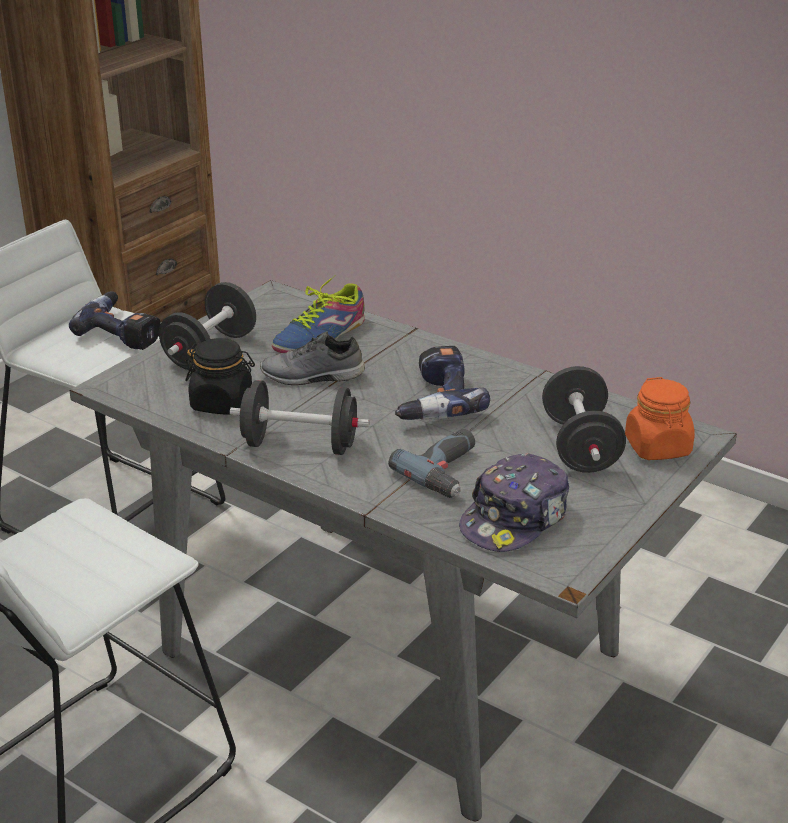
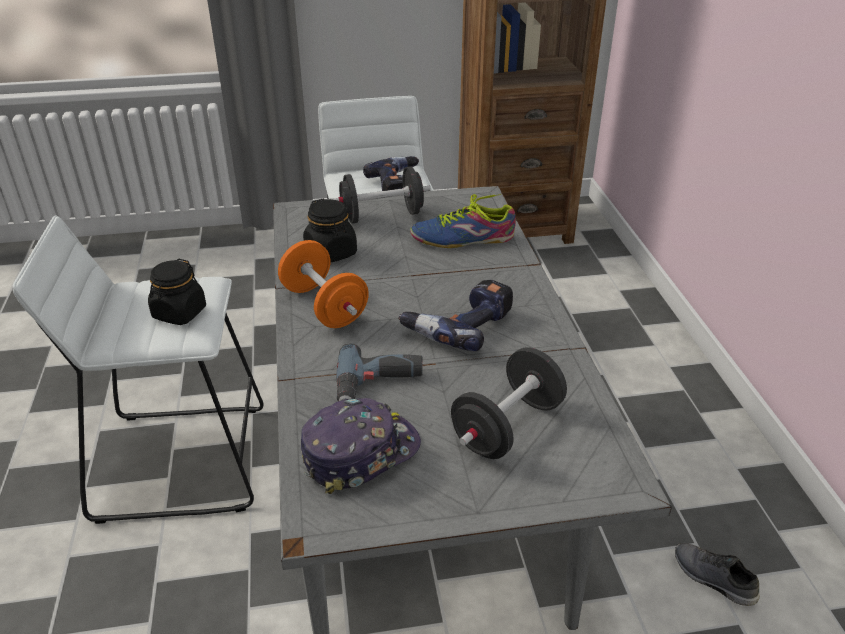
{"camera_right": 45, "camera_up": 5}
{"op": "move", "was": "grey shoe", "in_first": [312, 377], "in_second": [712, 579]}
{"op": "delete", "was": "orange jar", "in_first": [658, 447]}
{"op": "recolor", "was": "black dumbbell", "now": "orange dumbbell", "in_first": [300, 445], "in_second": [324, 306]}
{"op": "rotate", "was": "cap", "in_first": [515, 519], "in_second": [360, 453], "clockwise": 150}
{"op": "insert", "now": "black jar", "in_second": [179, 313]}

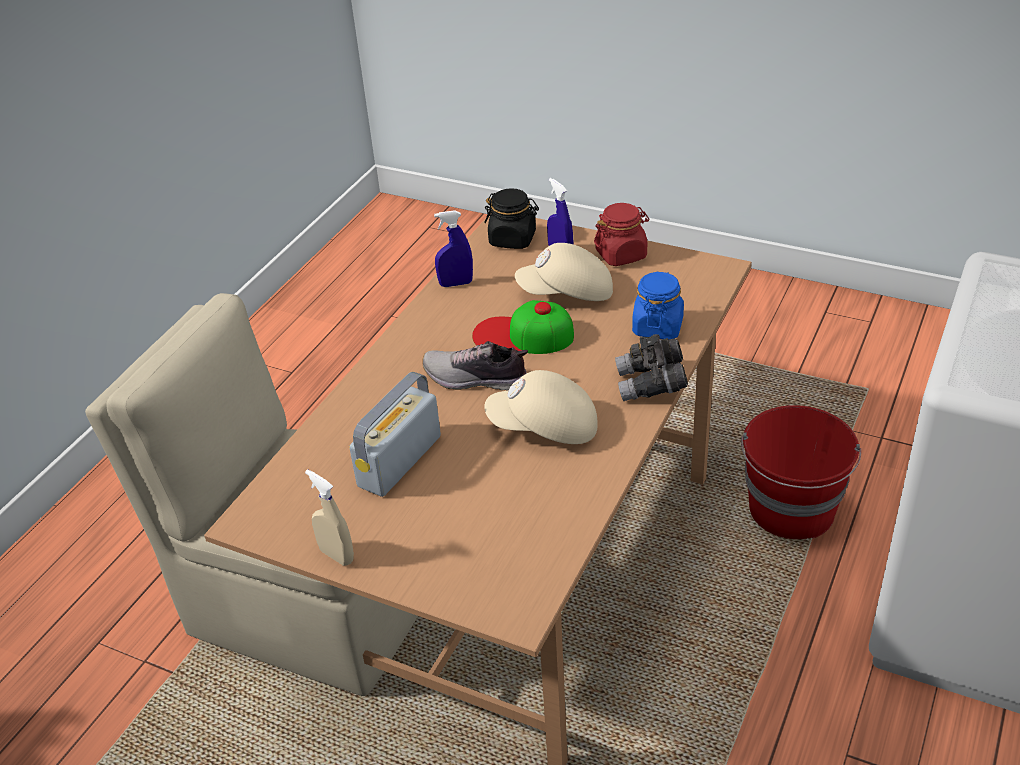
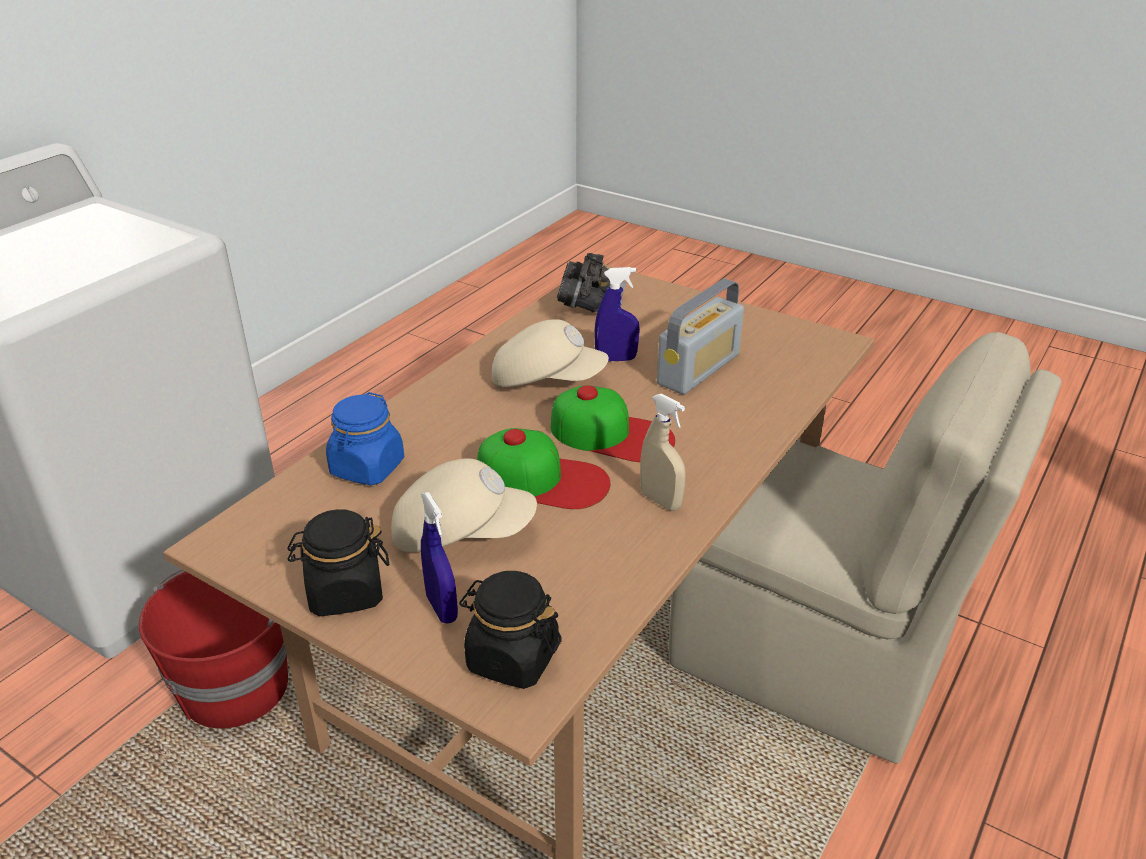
{"camera_right": -175, "camera_up": -5}
{"op": "recolor", "was": "red jar", "now": "black jar", "in_first": [621, 254], "in_second": [345, 592]}
{"op": "move", "was": "blue spray bottle", "in_first": [456, 284], "in_second": [616, 359]}
{"op": "move", "was": "grey binoculars", "in_first": [651, 385], "in_second": [591, 305]}
{"op": "replace", "was": "shoe", "now": "cap", "in_first": [476, 379], "in_second": [612, 434]}
{"op": "move", "was": "beige spray bottle", "in_first": [336, 555], "in_second": [660, 501]}

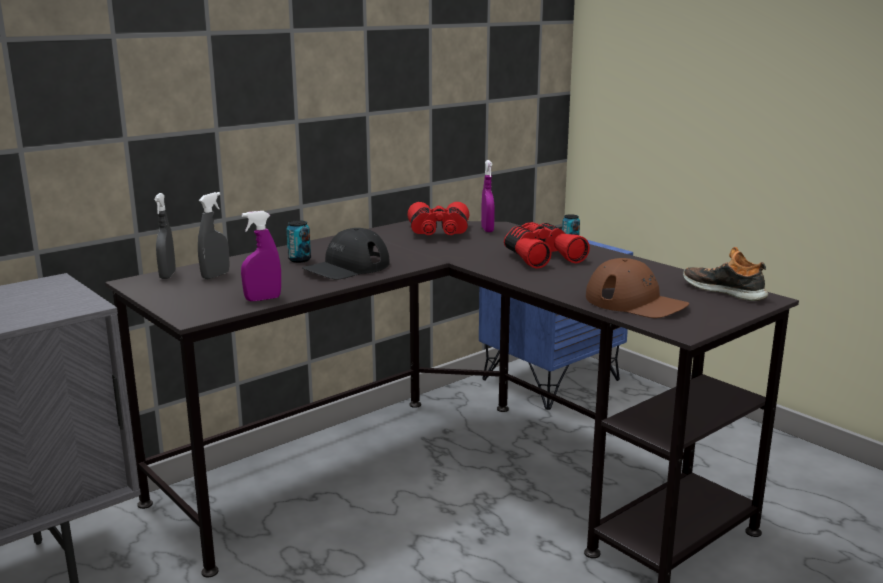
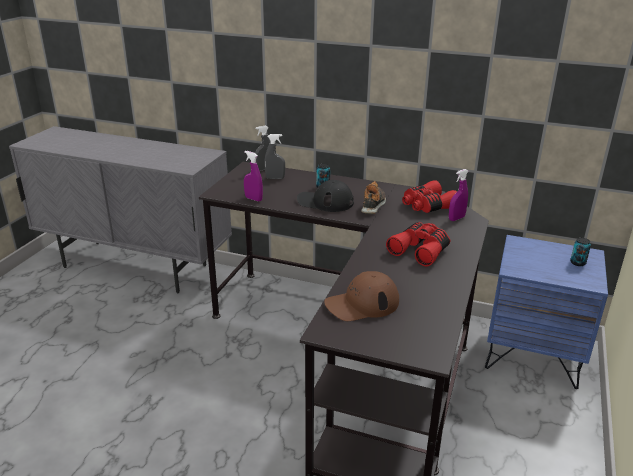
{"camera_right": 60, "camera_up": 10}
{"op": "move", "was": "shoe", "in_first": [724, 291], "in_second": [373, 205]}
{"op": "rotate", "was": "brown cap", "in_first": [636, 302], "in_second": [362, 304], "clockwise": 60}

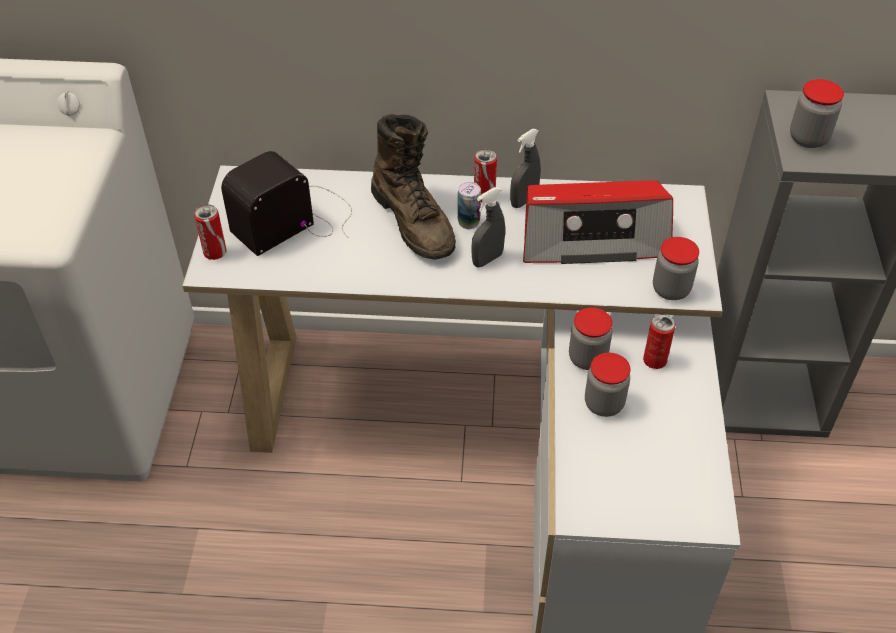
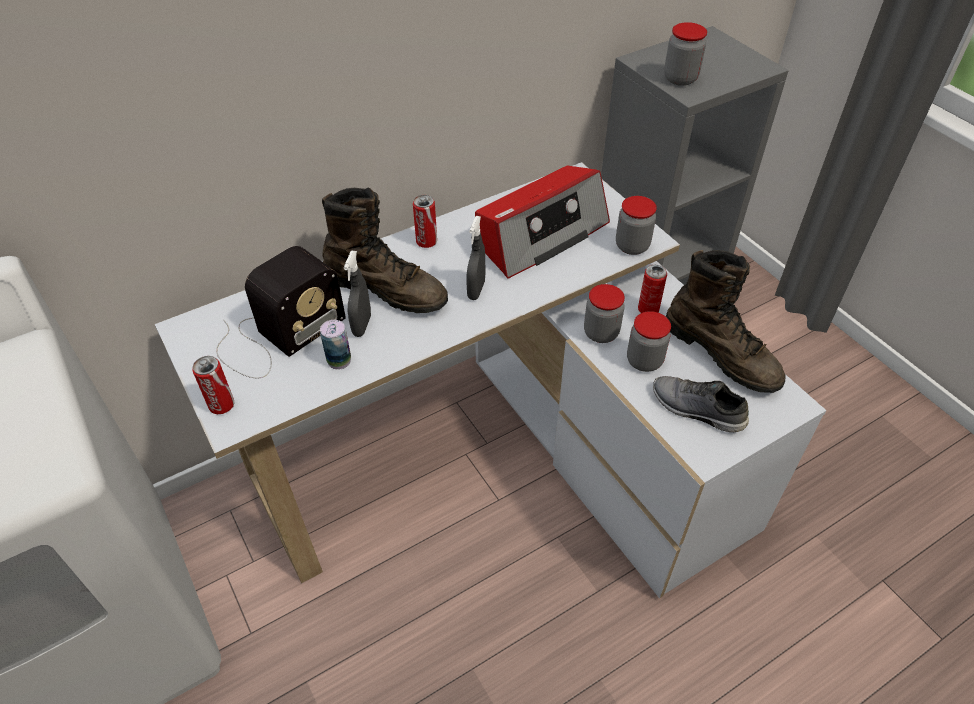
{"camera_right": -35, "camera_up": 0}
{"op": "move", "was": "grey spray bottle", "in_first": [524, 200], "in_second": [362, 326]}
{"op": "rotate", "was": "radio", "in_first": [296, 219], "in_second": [276, 336], "clockwise": -150}
{"op": "move", "was": "can", "in_first": [468, 222], "in_second": [339, 361]}
{"op": "insert", "now": "brown boot", "in_second": [722, 353]}
{"op": "insert", "now": "grey shoe", "in_second": [696, 410]}

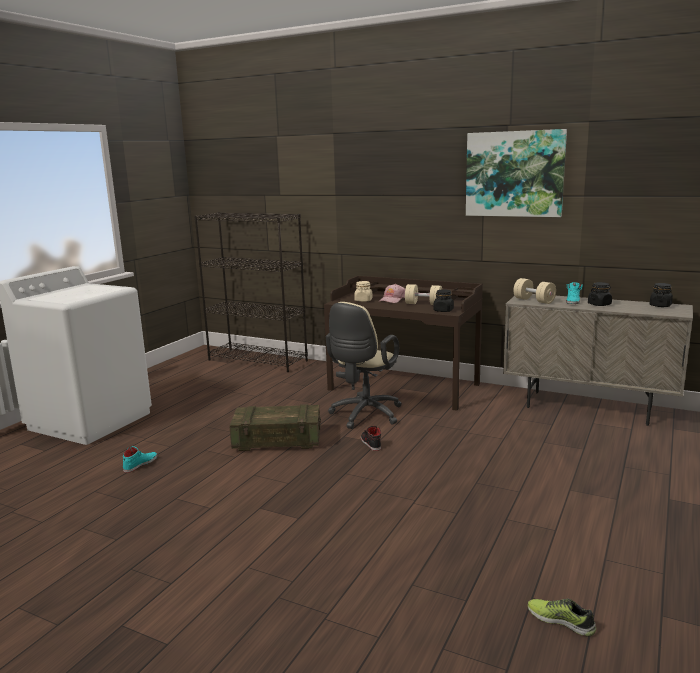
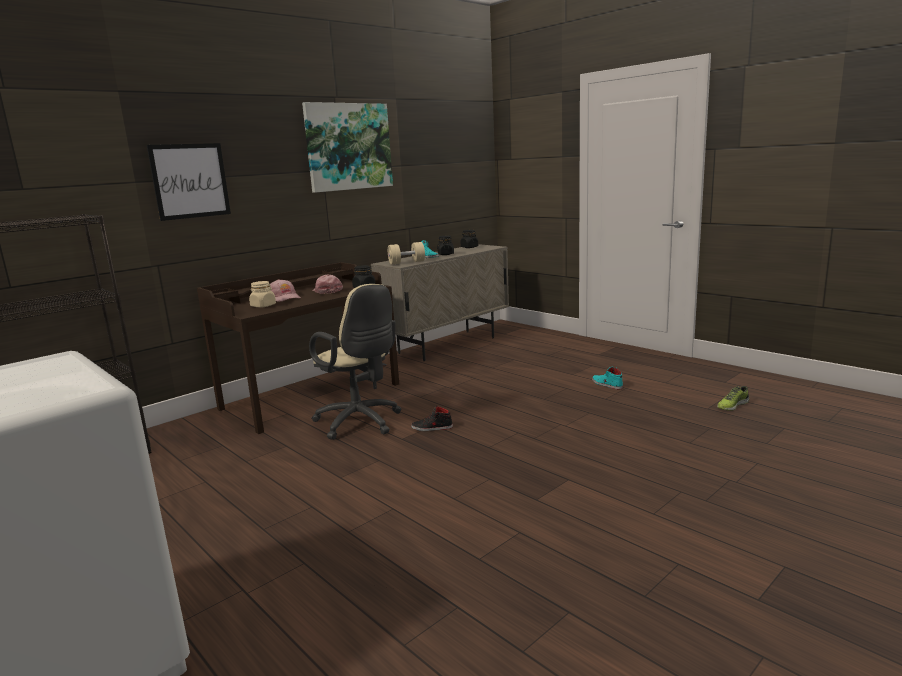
{"camera_right": -70, "camera_up": 0}
{"op": "replace", "was": "beige dumbbell", "now": "pink cap", "in_first": [423, 304], "in_second": [327, 291]}
{"op": "delete", "was": "crate", "in_first": [277, 441]}
{"op": "move", "was": "turquoise shoe", "in_first": [140, 464], "in_second": [606, 384]}
{"op": "insert", "now": "picture", "in_second": [190, 181]}

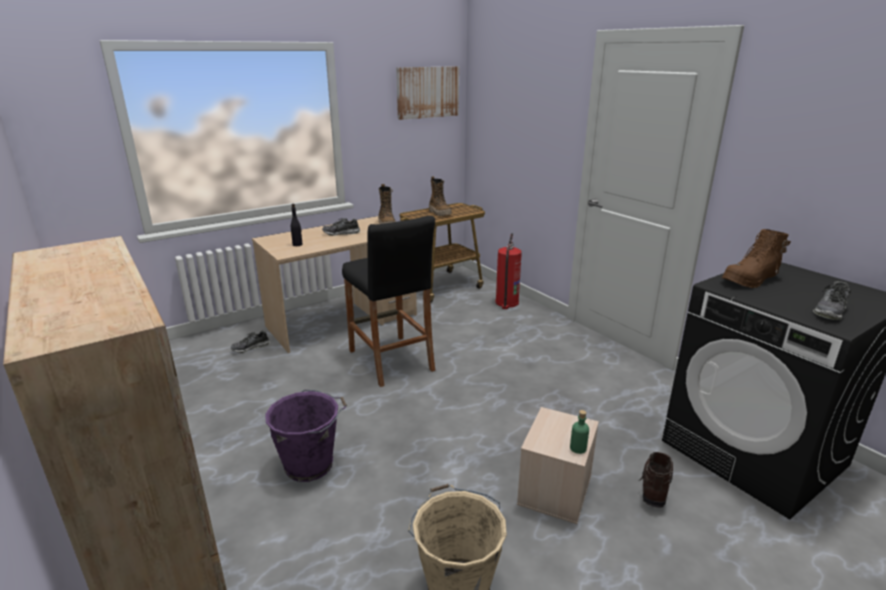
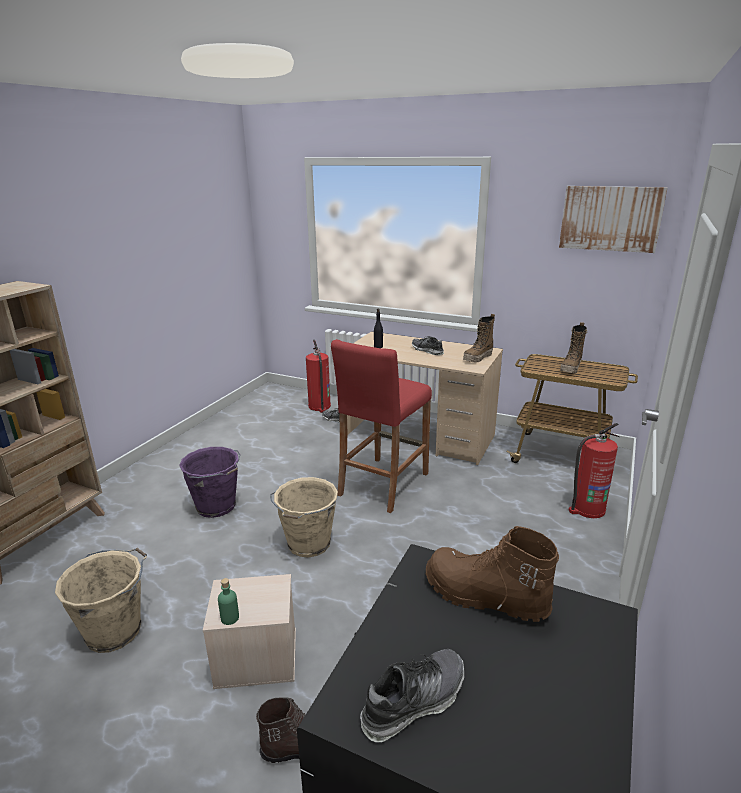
{"camera_right": 60, "camera_up": 0}
{"op": "recolor", "was": "black stool", "now": "red stool", "in_first": [391, 360], "in_second": [383, 484]}
{"op": "rotate", "was": "shoe", "in_first": [830, 311], "in_second": [414, 701], "clockwise": 135}
{"op": "insert", "now": "fire extinguisher", "in_second": [319, 406]}
{"op": "insert", "now": "beige bucket", "in_second": [308, 544]}

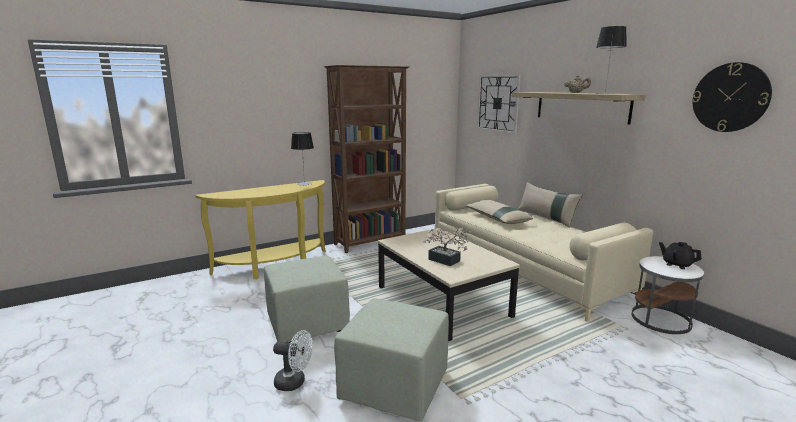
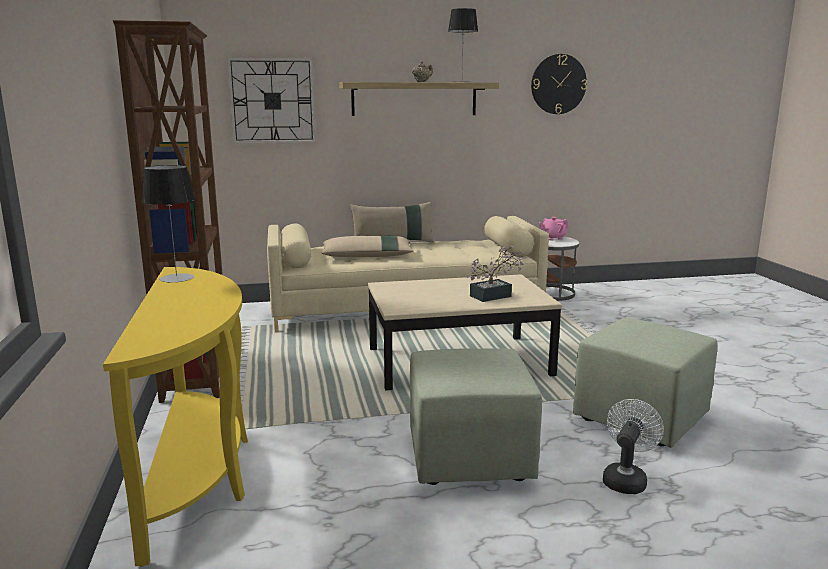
{"camera_right": -70, "camera_up": 0}
{"op": "recolor", "was": "black teapot", "now": "pink teapot", "in_first": [677, 264], "in_second": [552, 238]}

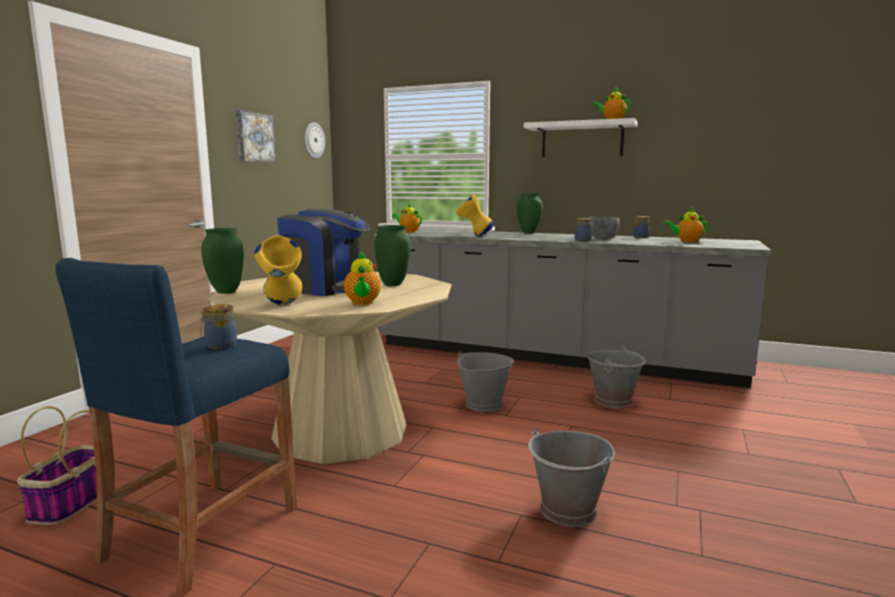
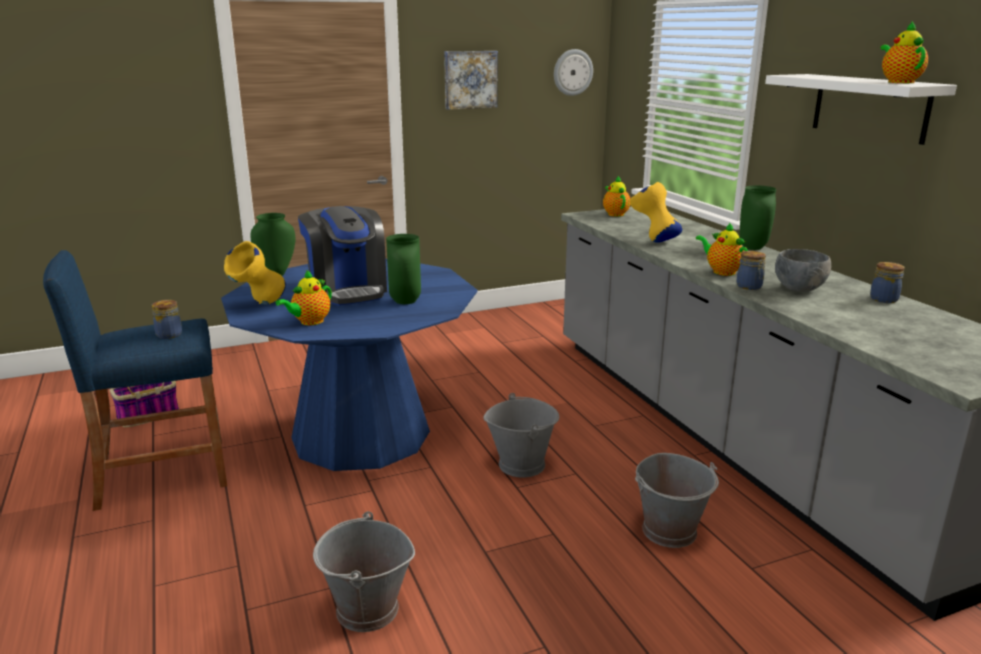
{"camera_right": 45, "camera_up": 10}
{"op": "move", "was": "teapot", "in_first": [686, 241], "in_second": [721, 271]}
{"op": "recolor", "was": "beige dining table", "now": "blue dining table", "in_first": [341, 431], "in_second": [361, 434]}

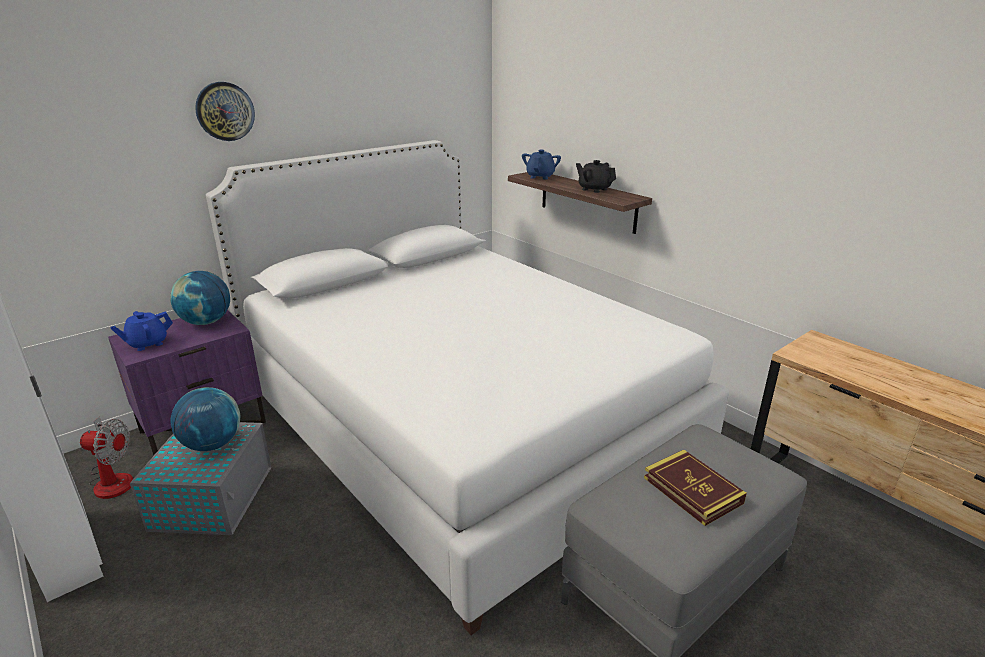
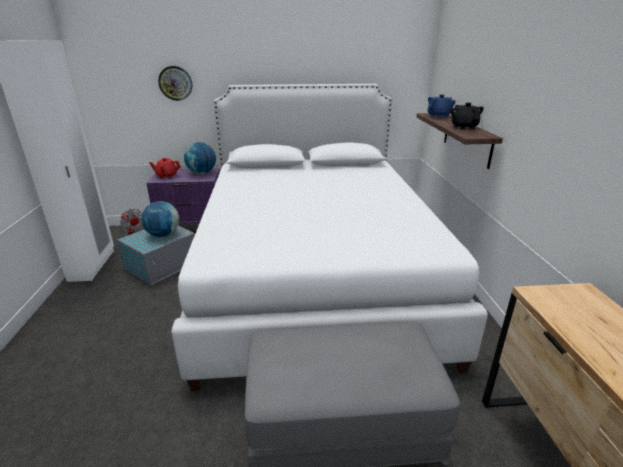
{"camera_right": 35, "camera_up": 0}
{"op": "move", "was": "wall clock", "in_first": [225, 111], "in_second": [175, 83]}
{"op": "recolor", "was": "blue teapot", "now": "red teapot", "in_first": [147, 343], "in_second": [167, 176]}
{"op": "delete", "was": "book", "in_first": [692, 490]}

